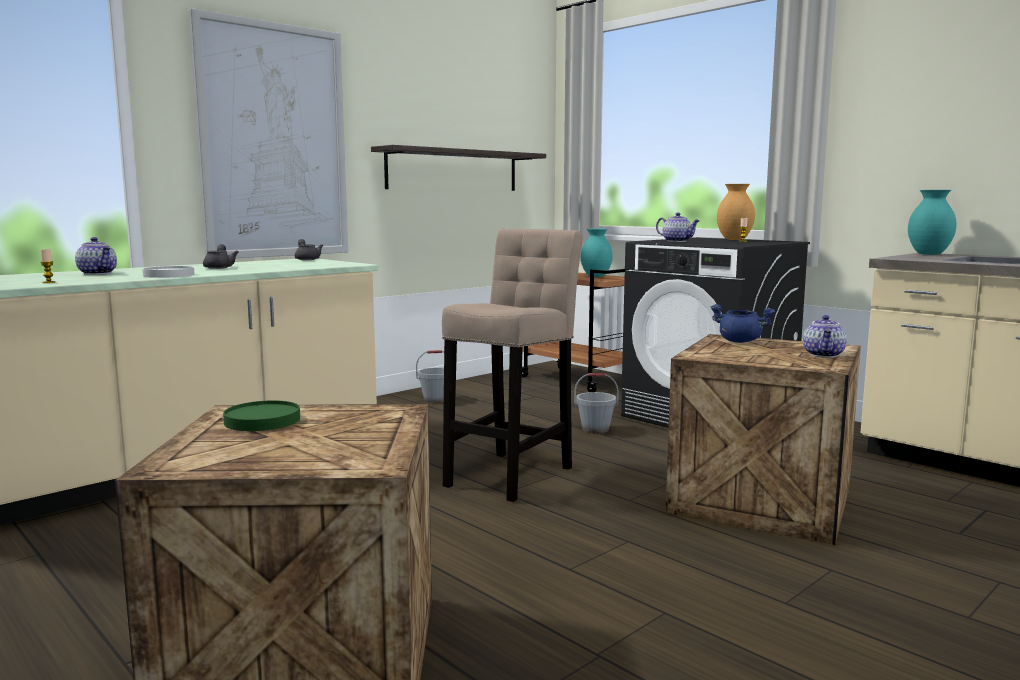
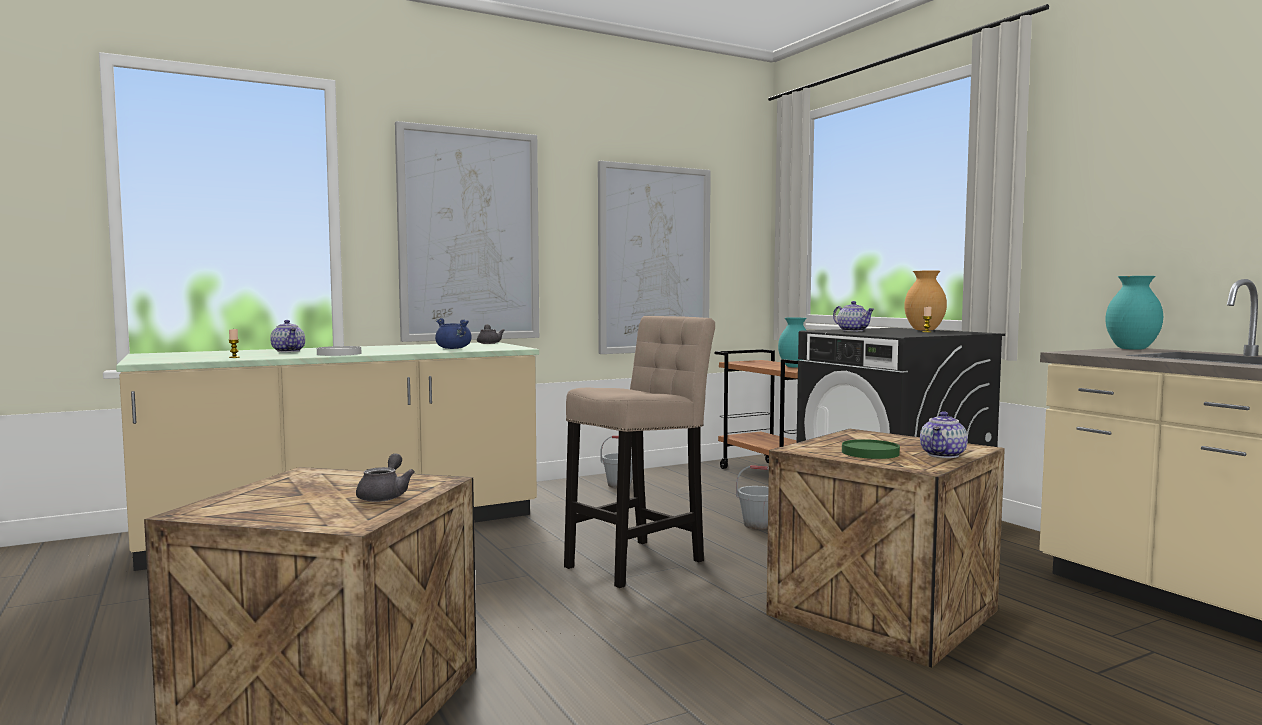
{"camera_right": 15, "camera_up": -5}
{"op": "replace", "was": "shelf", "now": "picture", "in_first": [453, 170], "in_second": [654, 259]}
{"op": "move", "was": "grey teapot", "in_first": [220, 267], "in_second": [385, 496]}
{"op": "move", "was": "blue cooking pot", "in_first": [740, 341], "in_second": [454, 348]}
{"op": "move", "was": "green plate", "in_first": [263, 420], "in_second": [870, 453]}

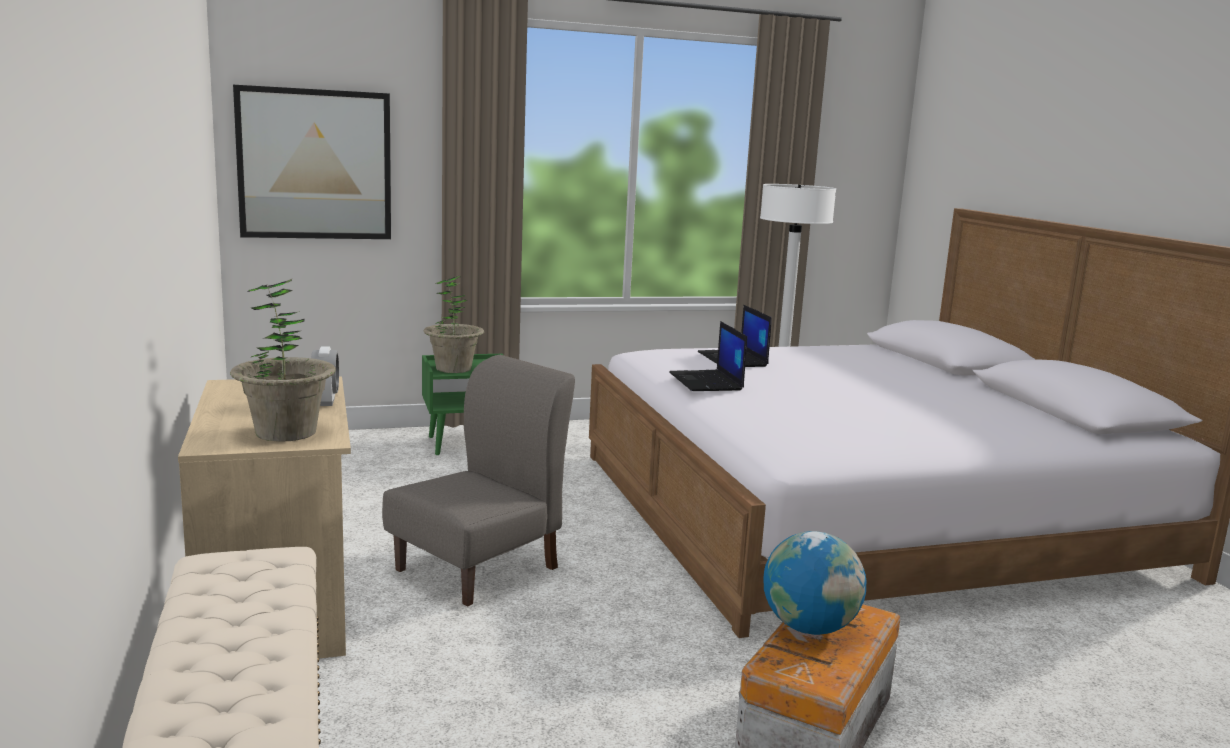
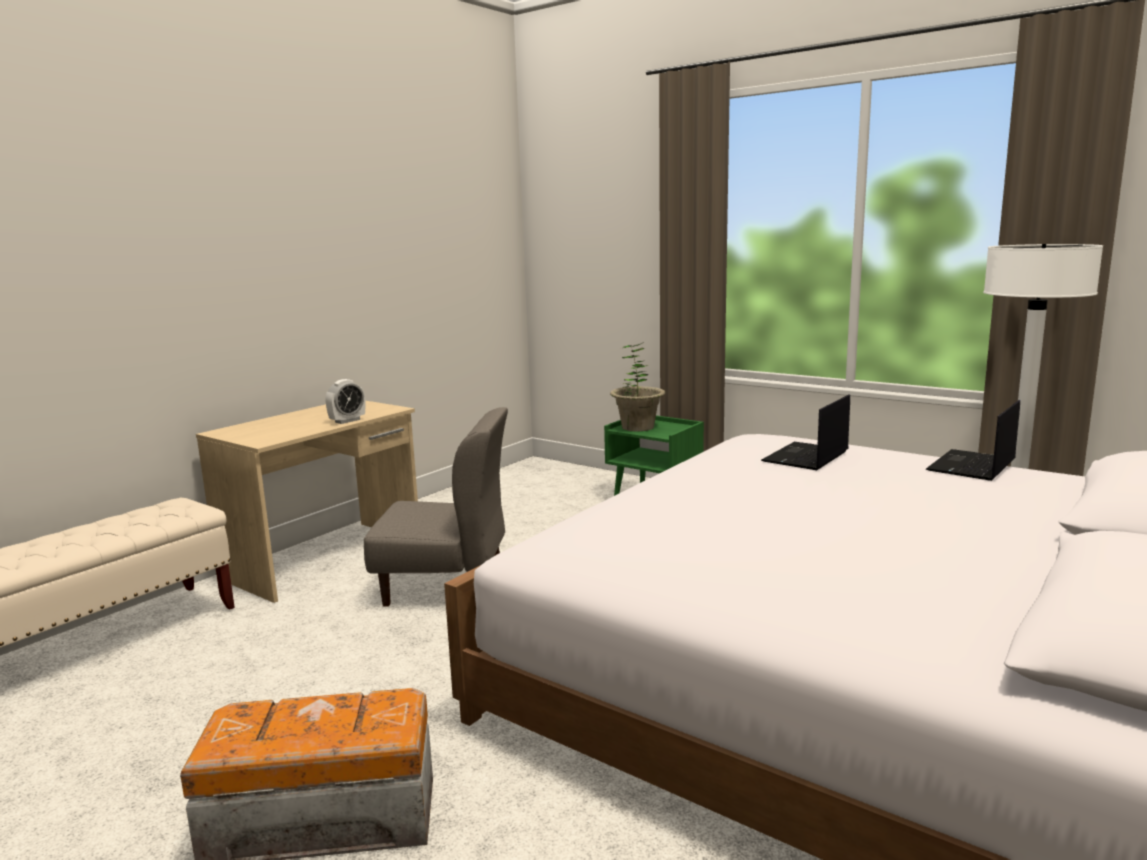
{"camera_right": 55, "camera_up": 0}
{"op": "delete", "was": "picture", "in_first": [315, 164]}
{"op": "delete", "was": "potted plant", "in_first": [286, 432]}
{"op": "move", "was": "laptop", "in_first": [707, 382], "in_second": [972, 466]}
{"op": "delete", "was": "globe", "in_first": [809, 628]}

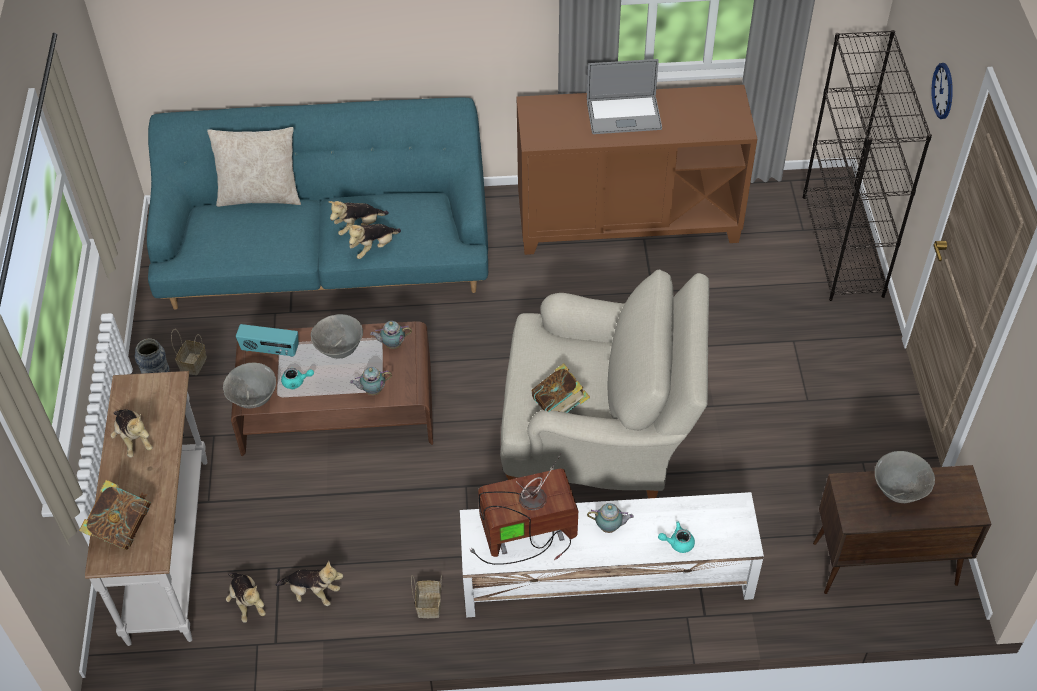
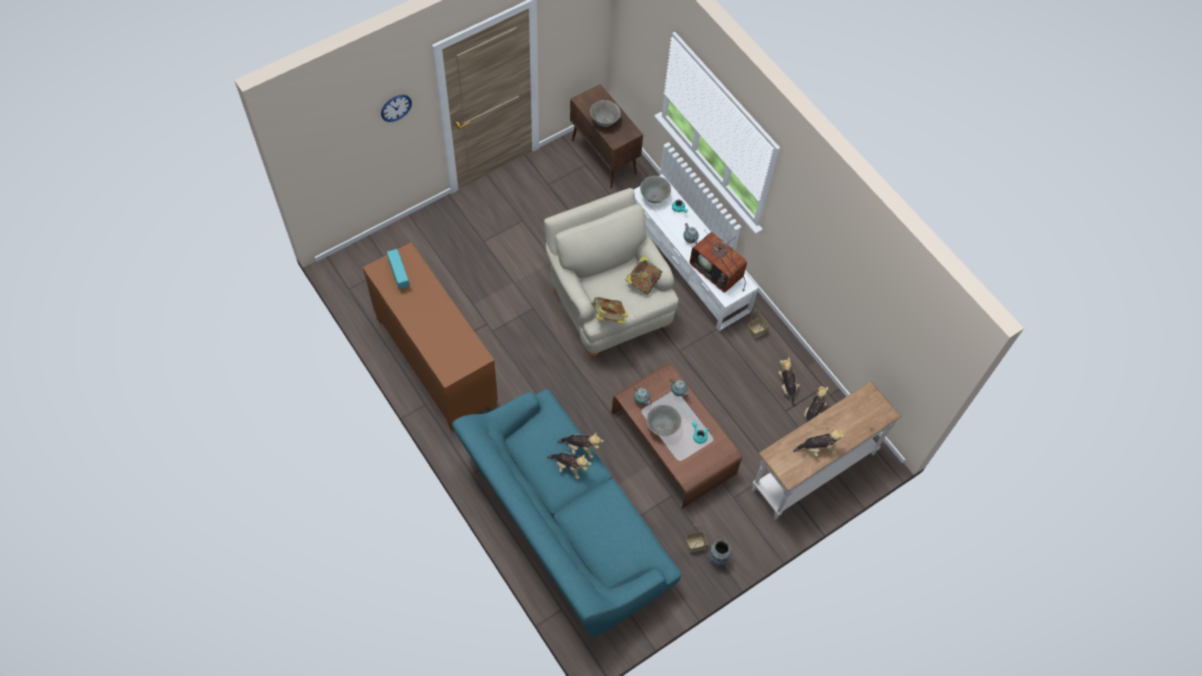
{"camera_right": -125, "camera_up": 10}
{"op": "delete", "was": "black bookcase", "in_first": [843, 246]}
{"op": "delete", "was": "laptop", "in_first": [624, 115]}
{"op": "delete", "was": "beige pillow", "in_first": [260, 195]}
{"op": "move", "was": "radio", "in_first": [270, 350], "in_second": [399, 274]}
{"op": "move", "was": "grey bowl", "in_first": [253, 399], "in_second": [654, 196]}
{"op": "rotate", "was": "plush toy", "in_first": [134, 439], "in_second": [817, 448], "clockwise": 60}
{"op": "move", "was": "book", "in_first": [121, 527], "in_second": [608, 317]}

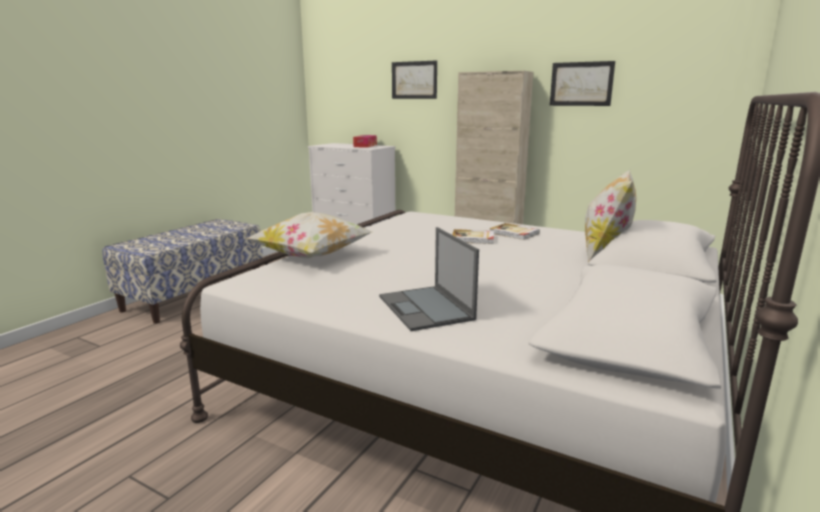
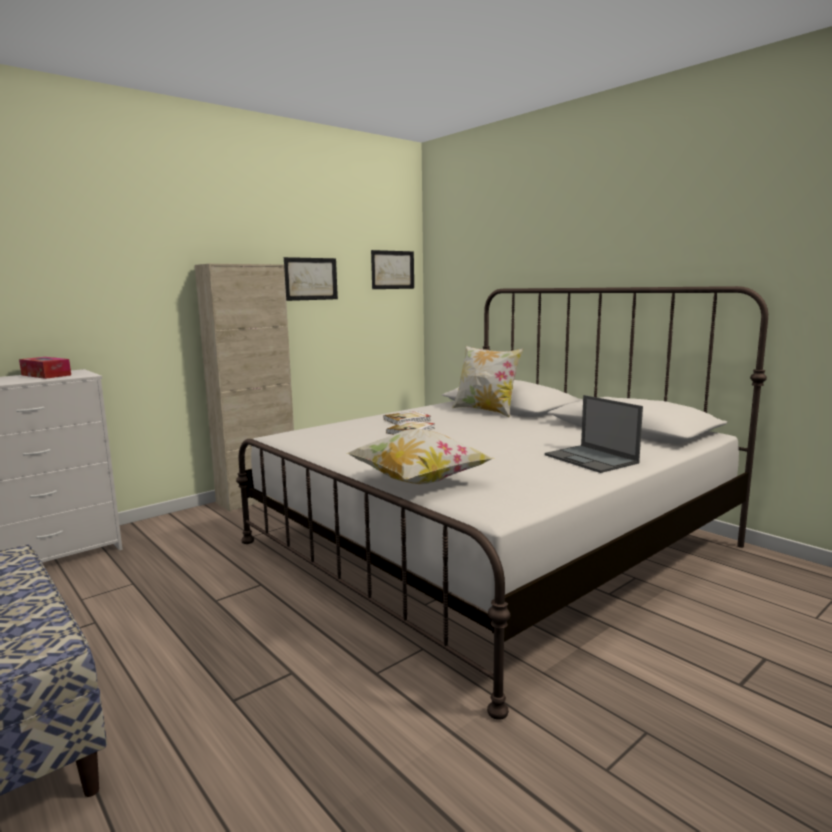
{"camera_right": -70, "camera_up": -5}
{"op": "move", "was": "picture", "in_first": [414, 80], "in_second": [392, 270]}
{"op": "rotate", "was": "laptop", "in_first": [426, 308], "in_second": [592, 459], "clockwise": 60}

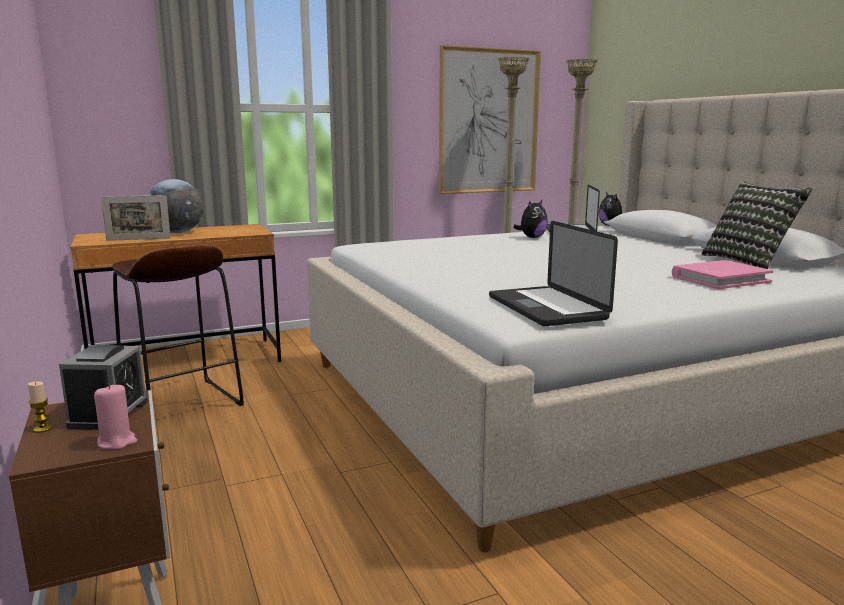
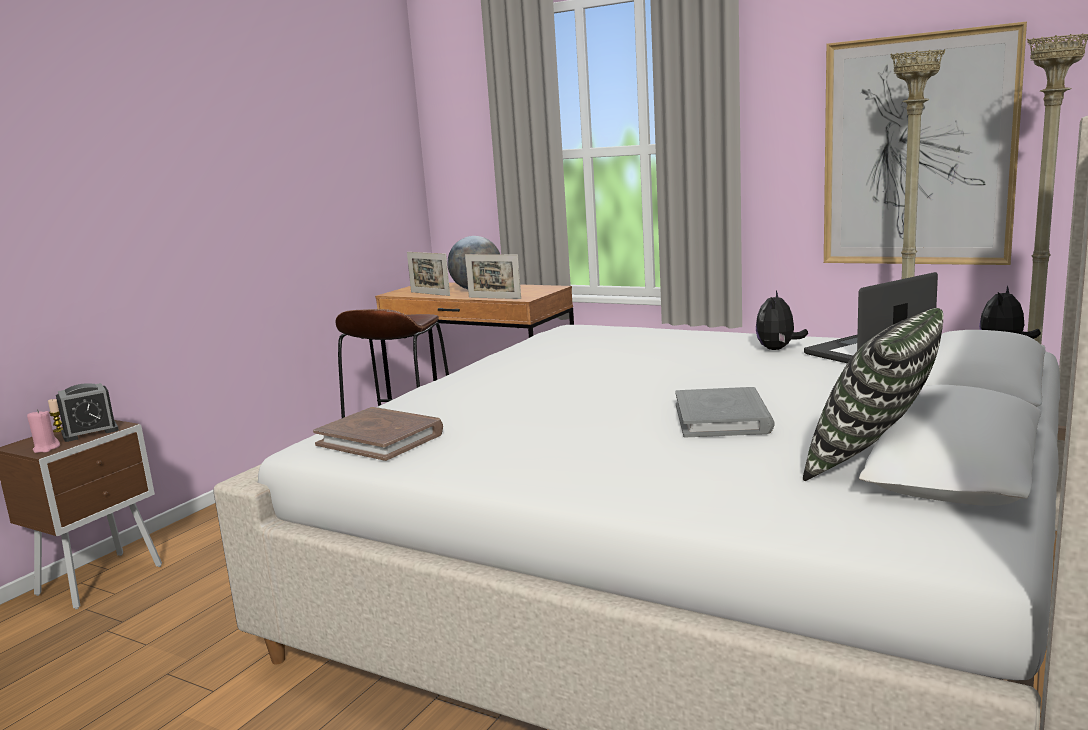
{"camera_right": 55, "camera_up": 0}
{"op": "rotate", "was": "plush toy", "in_first": [532, 237], "in_second": [778, 349], "clockwise": 105}
{"op": "replace", "was": "laptop", "now": "brown book", "in_first": [546, 308], "in_second": [380, 439]}
{"op": "delete", "was": "pink book", "in_first": [720, 279]}
{"op": "insert", "now": "picture frame", "in_second": [494, 298]}
{"op": "insert", "now": "grey book", "in_second": [722, 418]}

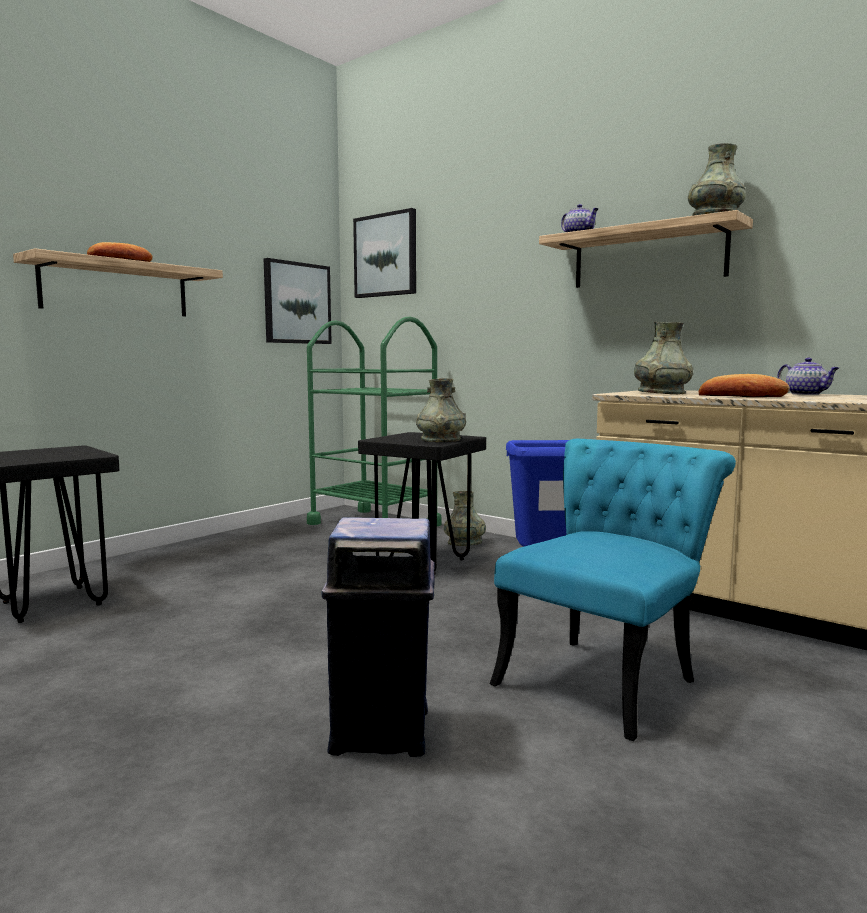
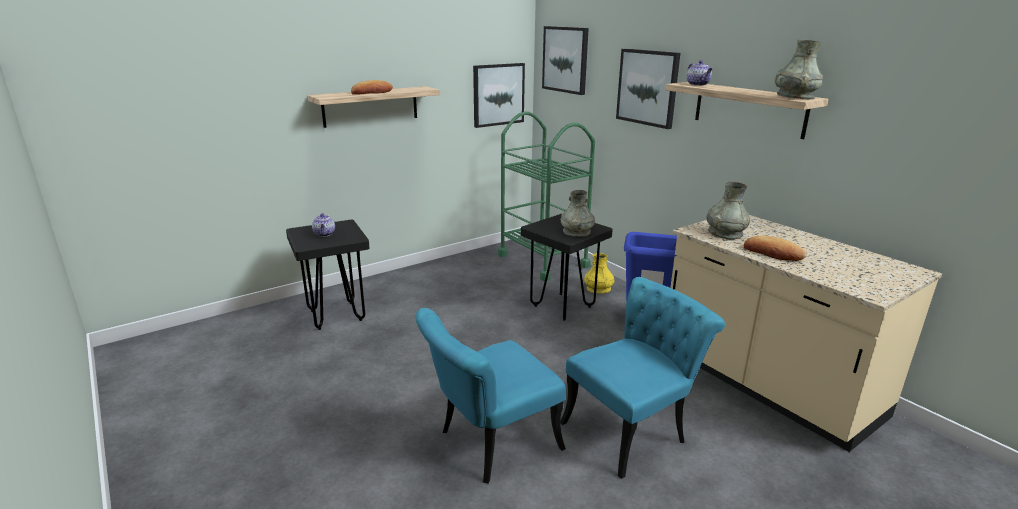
{"camera_right": 15, "camera_up": 15}
{"op": "move", "was": "teapot", "in_first": [806, 394], "in_second": [324, 234]}
{"op": "recolor", "was": "grey vase", "now": "yellow vase", "in_first": [465, 543], "in_second": [598, 289]}
{"op": "replace", "was": "blue trash can", "now": "turquoise chair", "in_first": [383, 730], "in_second": [489, 444]}
{"op": "insert", "now": "picture", "in_second": [647, 87]}

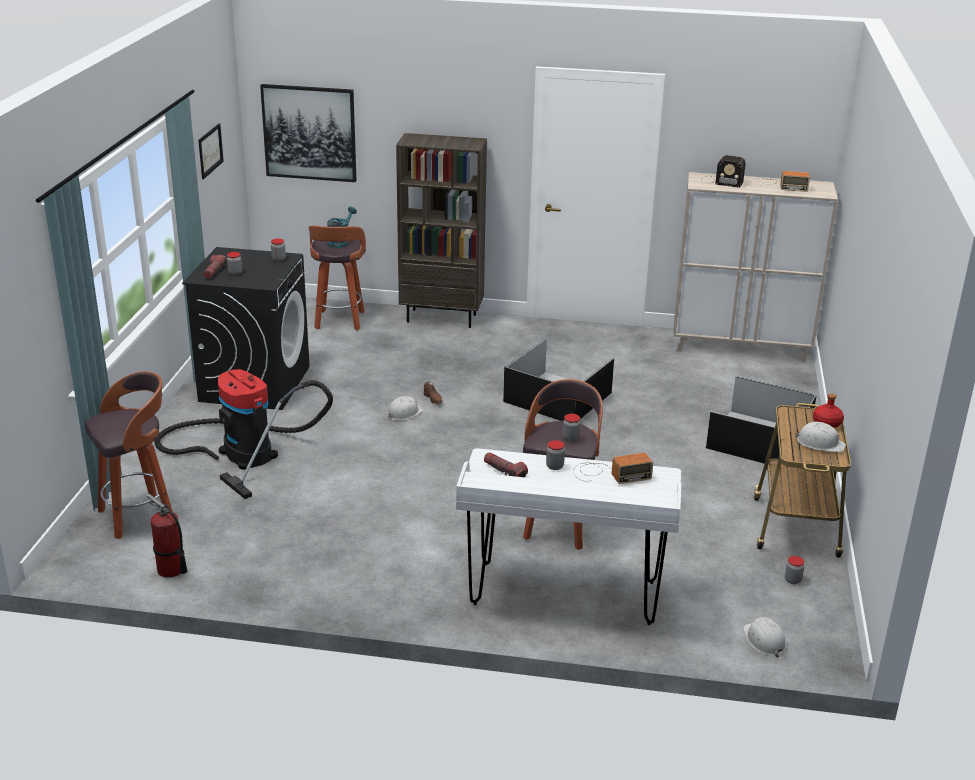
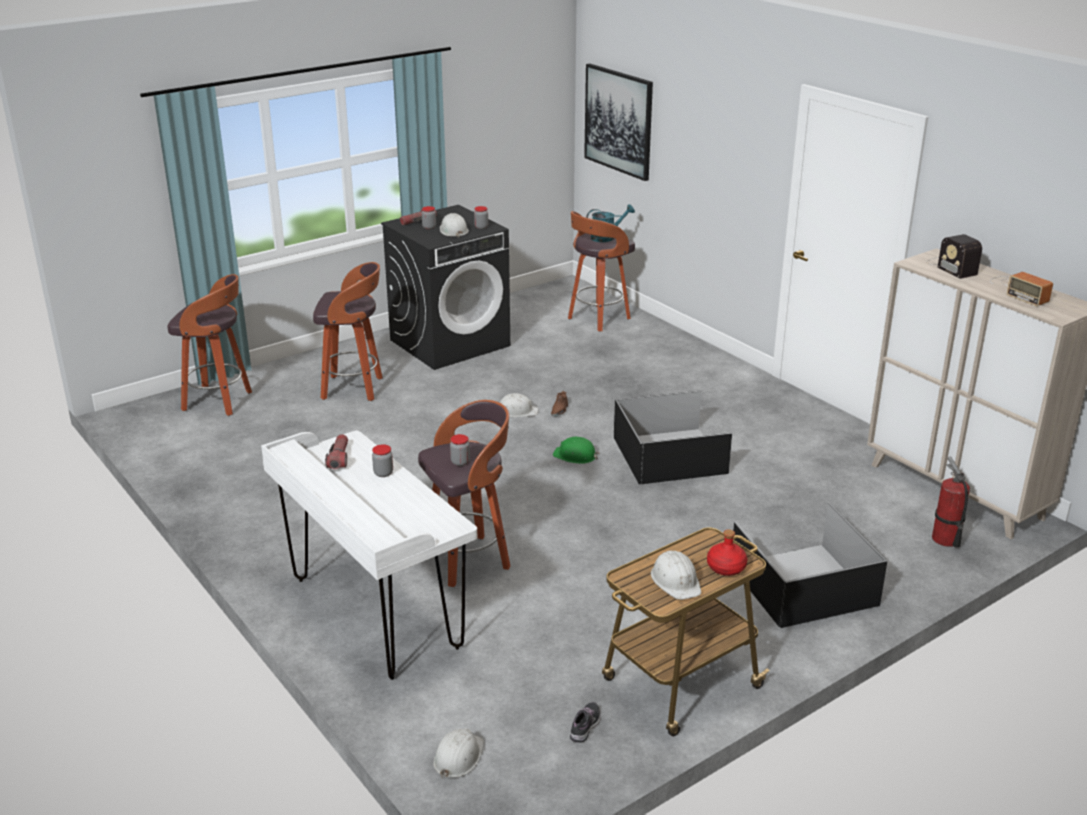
{"camera_right": 45, "camera_up": 0}
{"op": "delete", "was": "picture", "in_first": [210, 150]}
{"op": "delete", "was": "brown bookcase", "in_first": [442, 318]}
{"op": "replace", "was": "vacuum cleaner", "now": "stool", "in_first": [243, 452], "in_second": [354, 389]}
{"op": "delete", "was": "radio", "in_first": [608, 473]}
{"op": "move", "was": "fire extinguisher", "in_first": [170, 570], "in_second": [945, 539]}
{"op": "replace", "was": "jar", "now": "shoe", "in_first": [792, 580], "in_second": [585, 726]}
{"op": "insert", "now": "white hard hat", "in_second": [453, 231]}
{"op": "insert", "now": "green hard hat", "in_second": [575, 456]}

